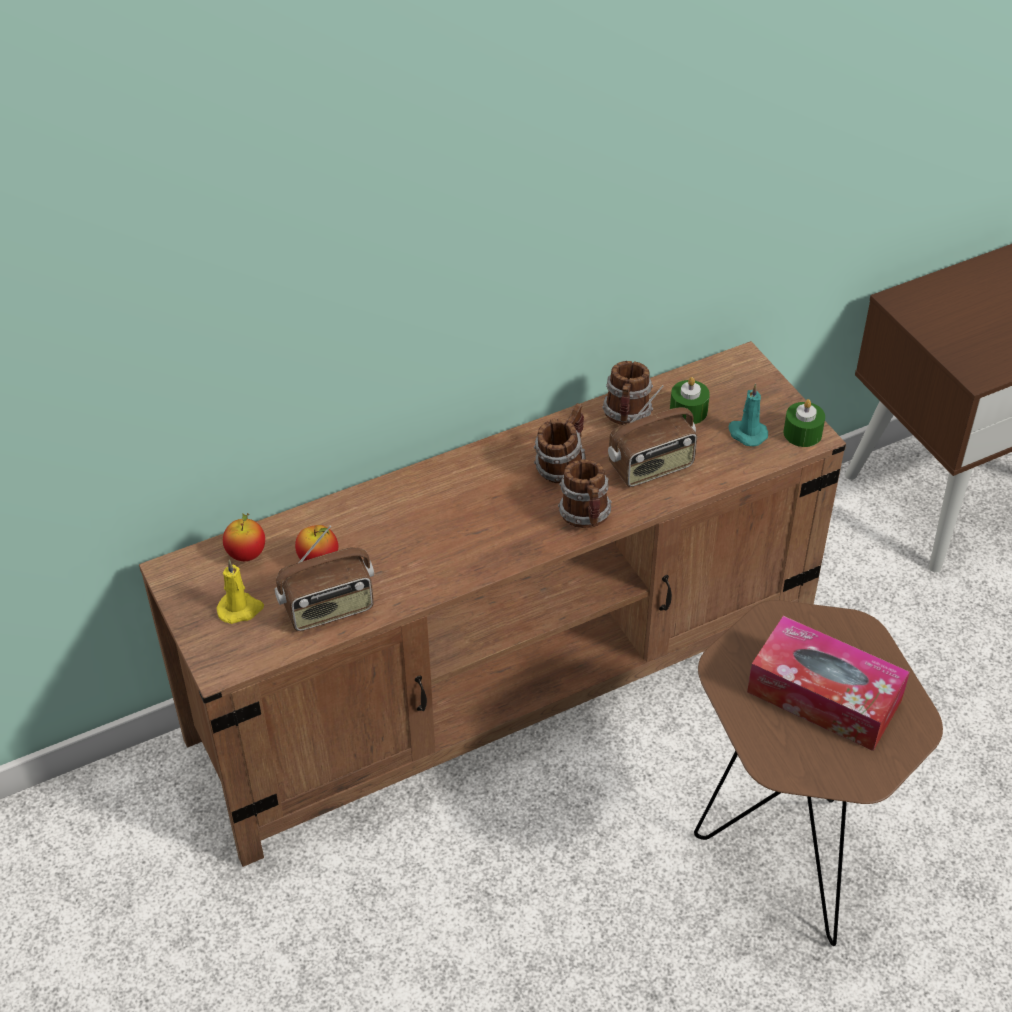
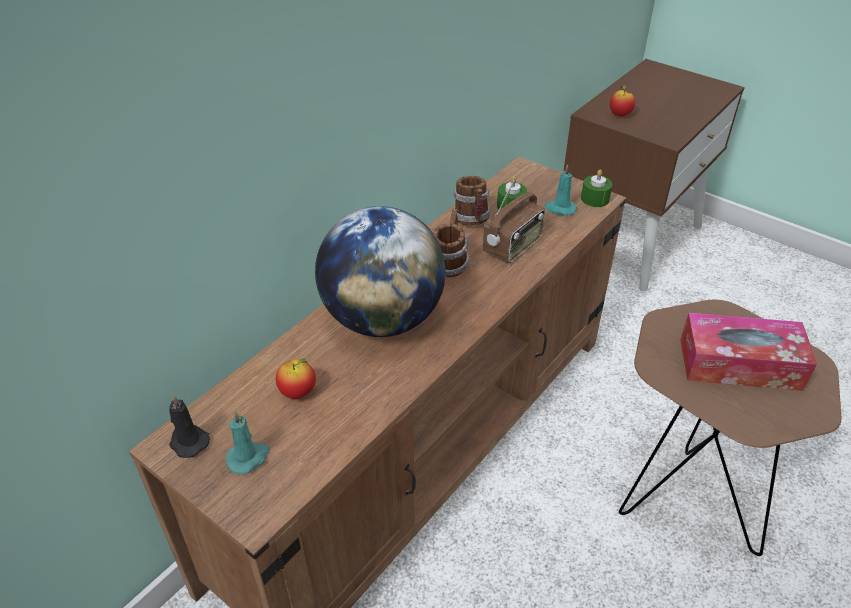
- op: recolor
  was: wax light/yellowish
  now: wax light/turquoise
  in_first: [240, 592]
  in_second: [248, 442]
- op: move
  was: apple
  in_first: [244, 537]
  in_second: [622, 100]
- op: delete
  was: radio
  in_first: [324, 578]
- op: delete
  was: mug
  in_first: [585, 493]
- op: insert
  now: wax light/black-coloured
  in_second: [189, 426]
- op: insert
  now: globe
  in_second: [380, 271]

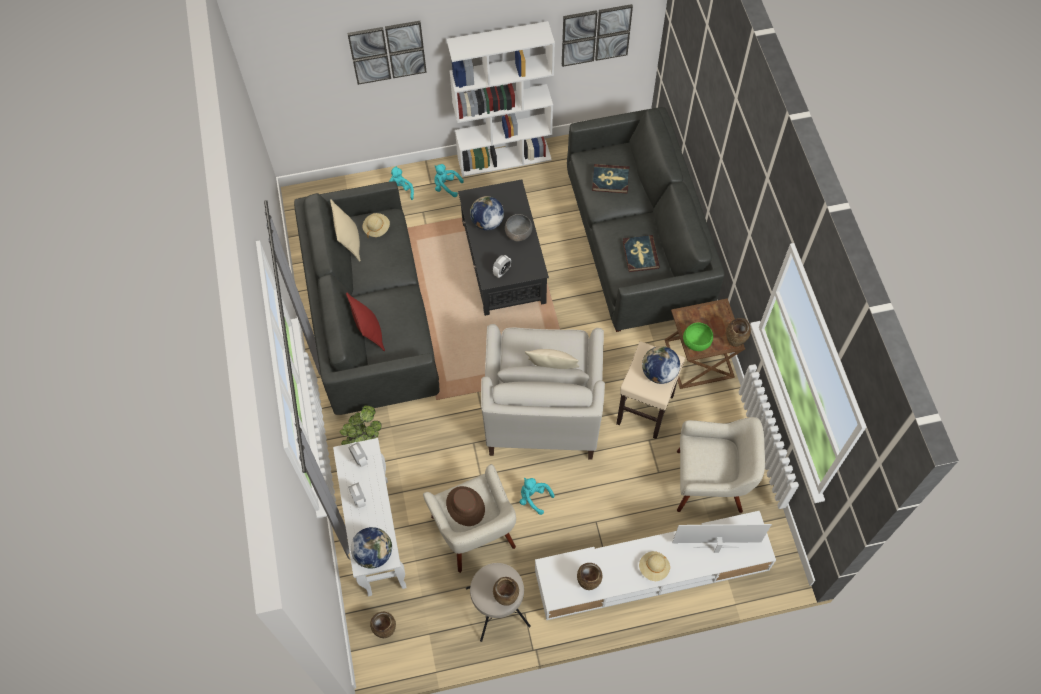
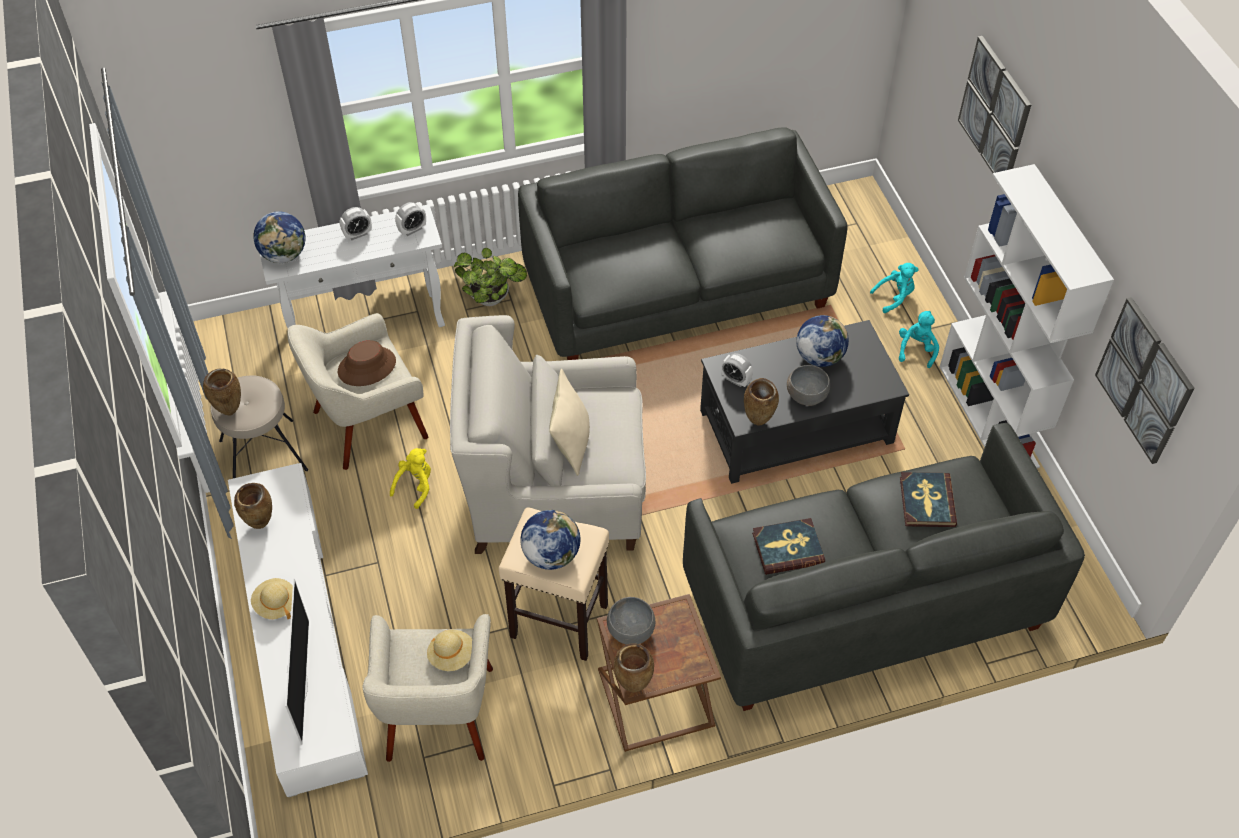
- op: delete
  was: pillow/beige
  in_first: [345, 230]
- op: delete
  was: pillow/red-coloured
  in_first: [365, 321]
- op: move
  was: clothing hat/beige
  in_first: [376, 225]
  in_second: [449, 650]
- op: move
  was: flower vase/brownish
  in_first: [383, 625]
  in_second: [761, 401]
- op: recolor
  was: soft toy/turquoise
  now: soft toy/yellowish
  in_first: [537, 496]
  in_second: [410, 478]
- op: recolor
  was: bowl/greenish
  now: bowl/grey
  in_first: [698, 337]
  in_second: [631, 621]

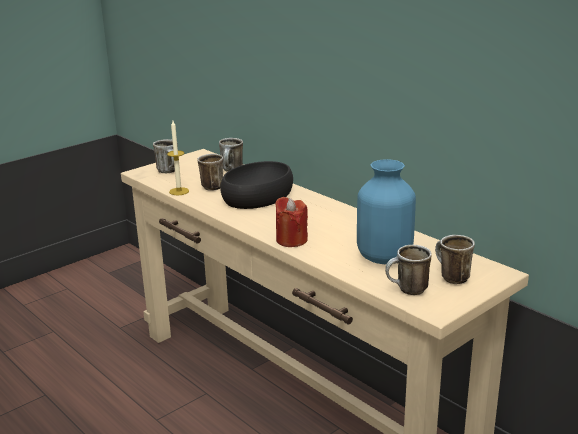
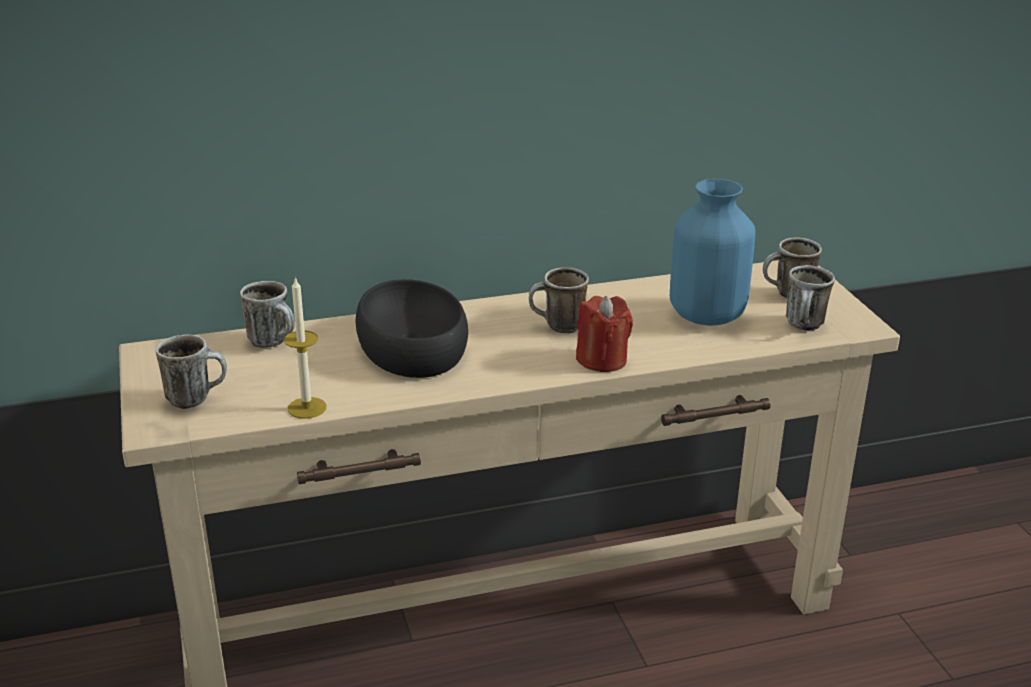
- op: move
  was: mug
  in_first: [210, 172]
  in_second: [559, 300]

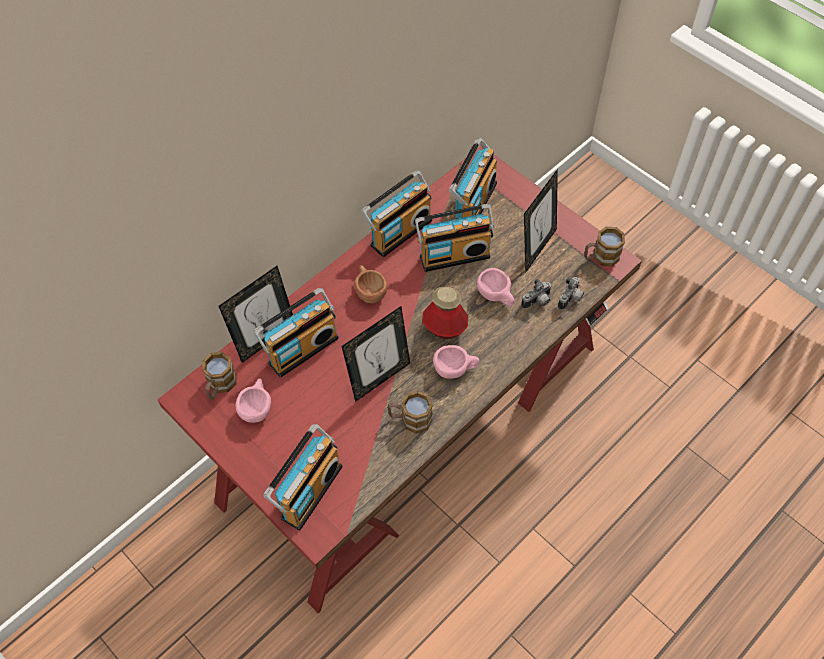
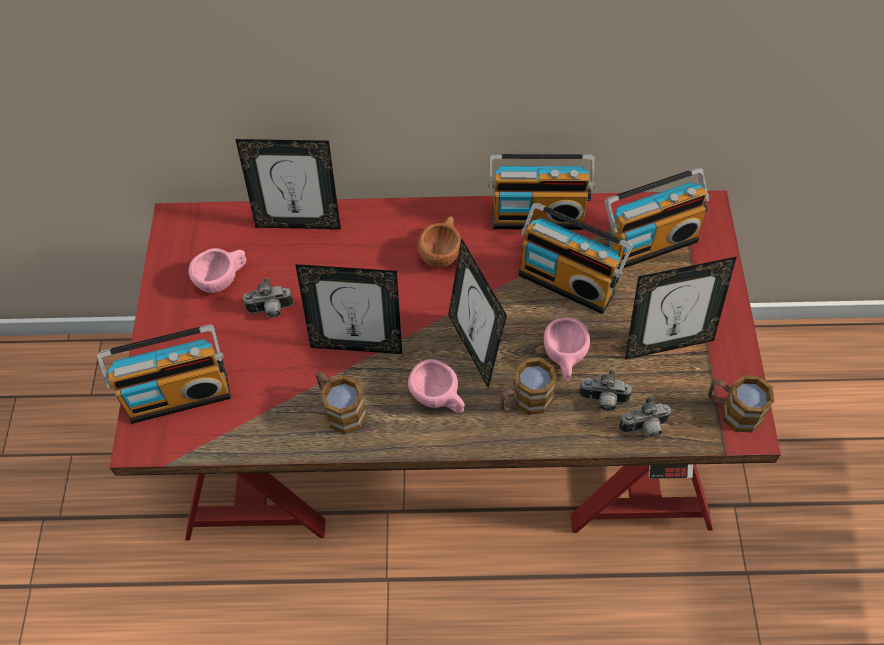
- op: move
  was: mug
  in_first: [219, 375]
  in_second: [528, 386]
- op: delete
  was: radio
  in_first: [296, 333]
- op: replace
  was: bottle
  now: picture frame
  in_first: [445, 313]
  in_second: [477, 313]
- op: insert
  now: still camera
  in_second: [268, 298]

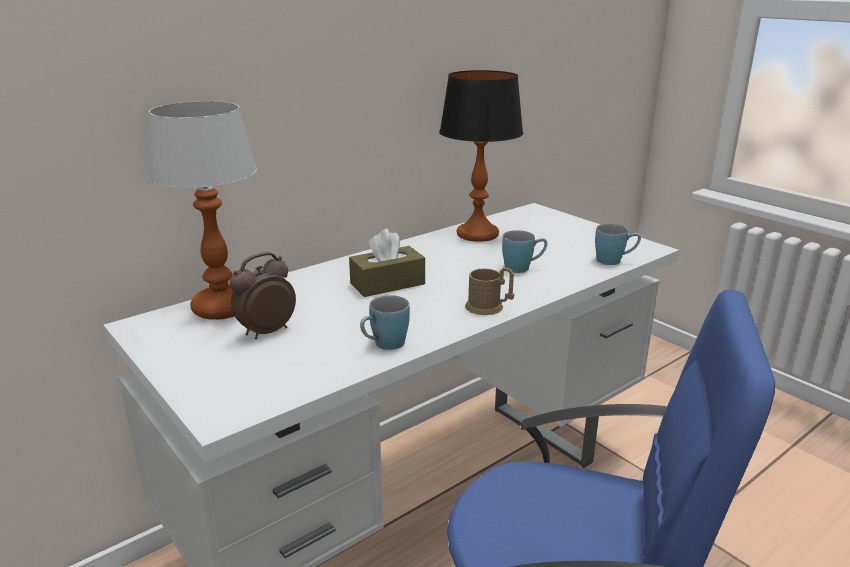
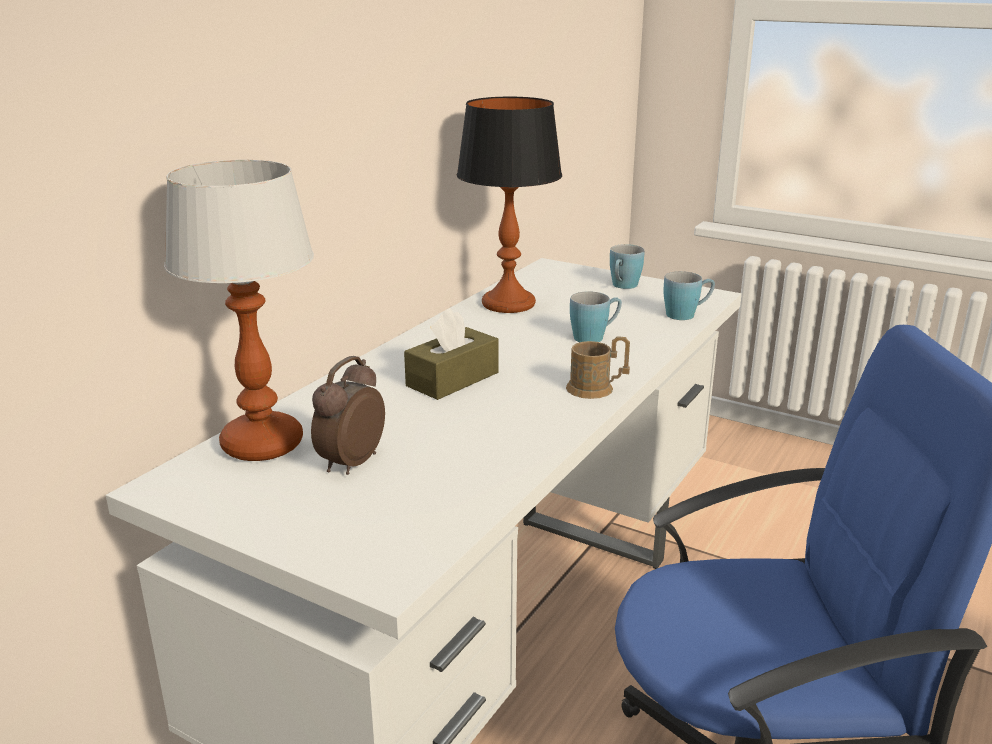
- op: move
  was: mug/blue-coloured
  in_first: [385, 322]
  in_second: [627, 266]

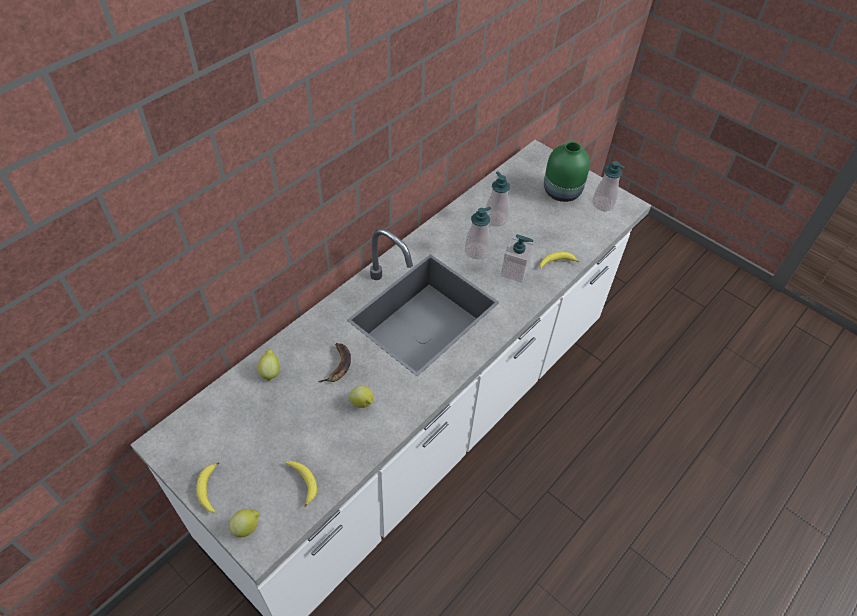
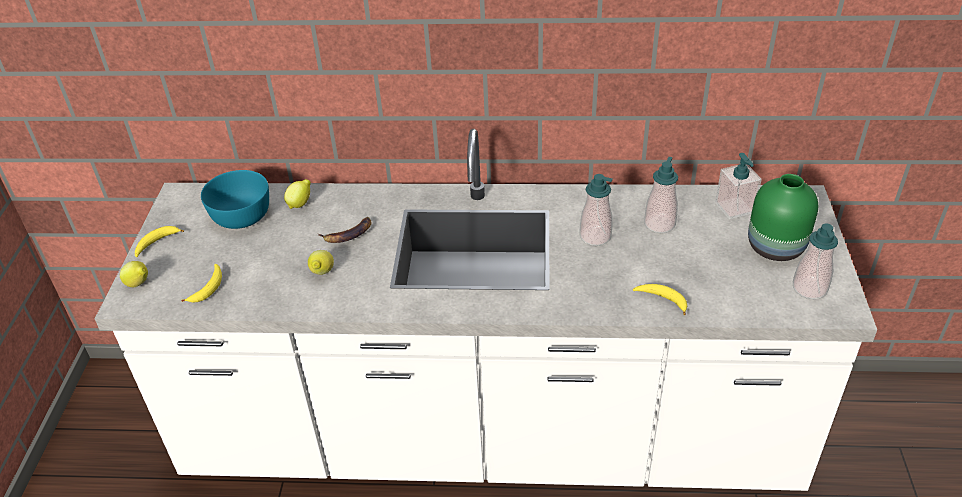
- op: move
  was: soap bottle
  in_first: [517, 258]
  in_second: [738, 186]
- op: insert
  now: bowl/turquoise
  in_second: [235, 199]

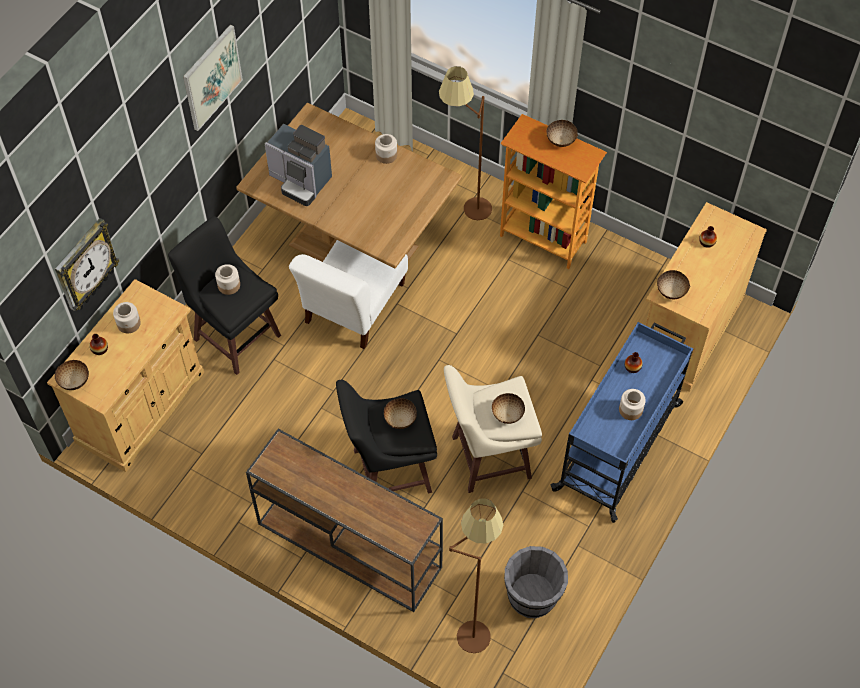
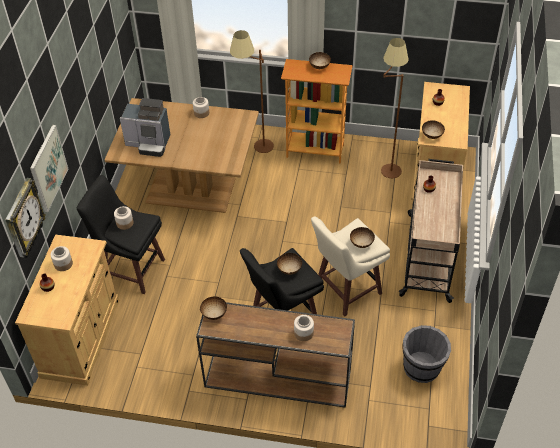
- op: move
  was: bowl
  in_first: [71, 375]
  in_second: [213, 308]
- op: move
  was: wall picture
  in_first: [213, 78]
  in_second: [49, 168]
- op: delete
  was: upright chair/white-coloured
  in_first: [348, 294]
- op: move
  was: floor lamp/brownish
  in_first: [476, 575]
  in_second: [395, 108]
- op: recolor
  was: trolley/blue-coloured
  now: trolley/beige
  in_first: [621, 422]
  in_second: [431, 231]
- op: move
  was: jar
  in_first: [632, 404]
  in_second: [304, 328]

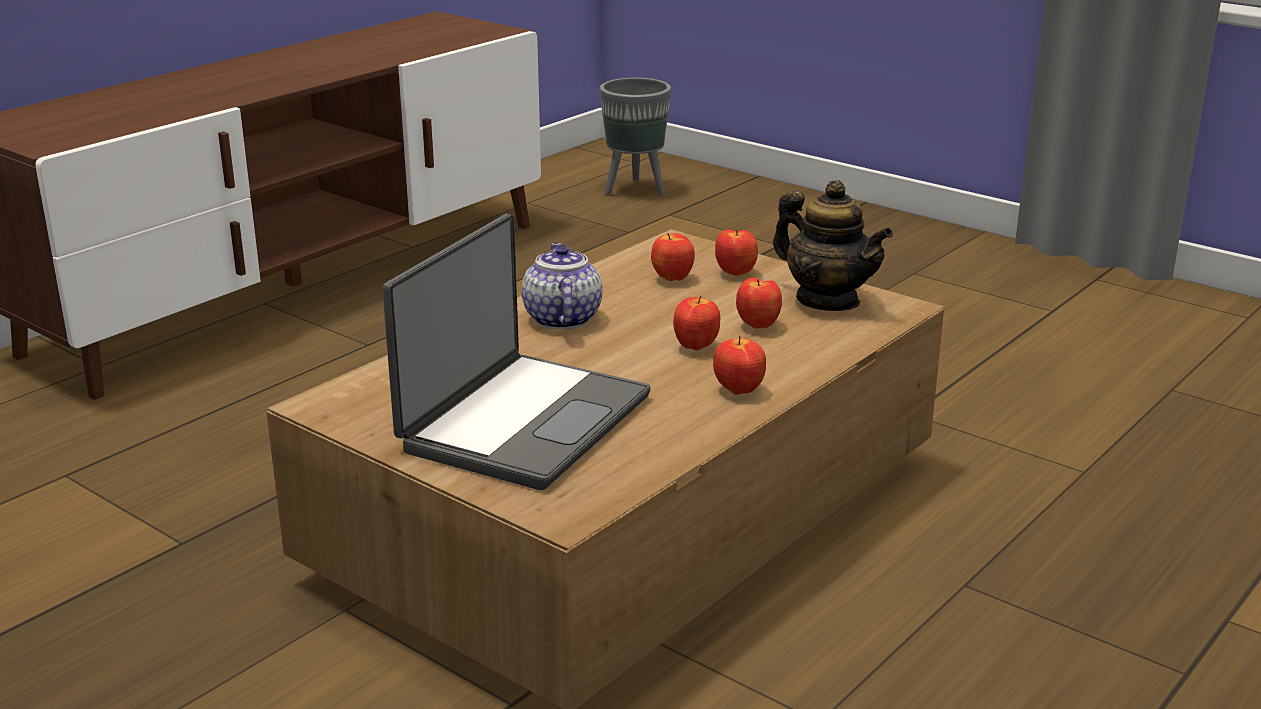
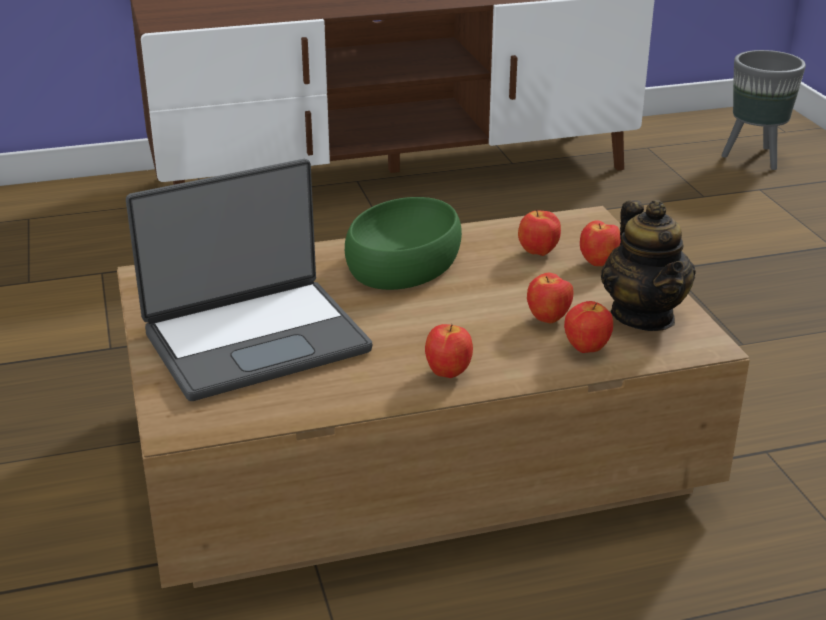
- op: replace
  was: tea pot
  now: bowl/greenish
  in_first: [562, 285]
  in_second: [403, 243]
- op: move
  was: apple
  in_first: [696, 322]
  in_second: [588, 327]

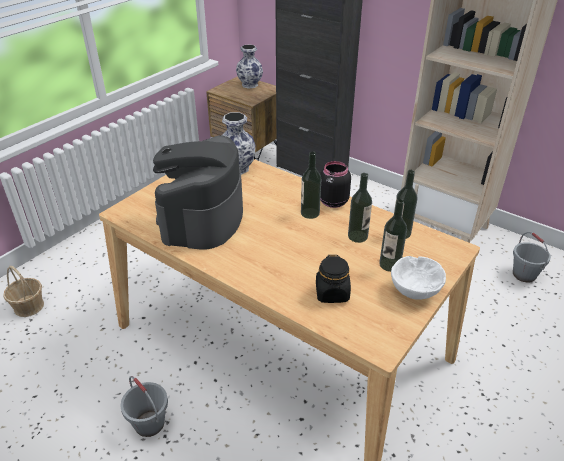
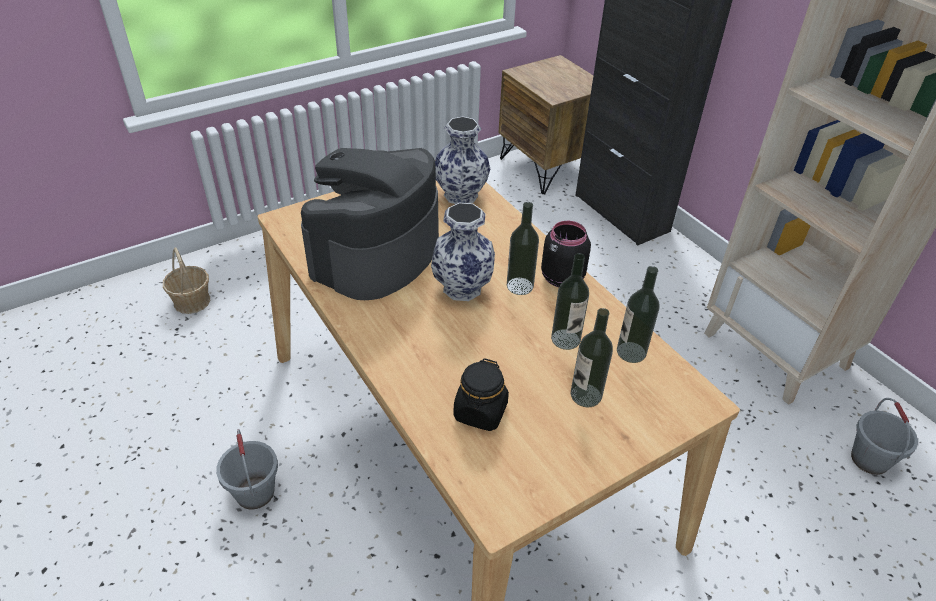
- op: move
  was: flower vase
  in_first: [249, 66]
  in_second: [463, 252]
- op: delete
  was: bowl/white-coloured
  in_first: [418, 278]

